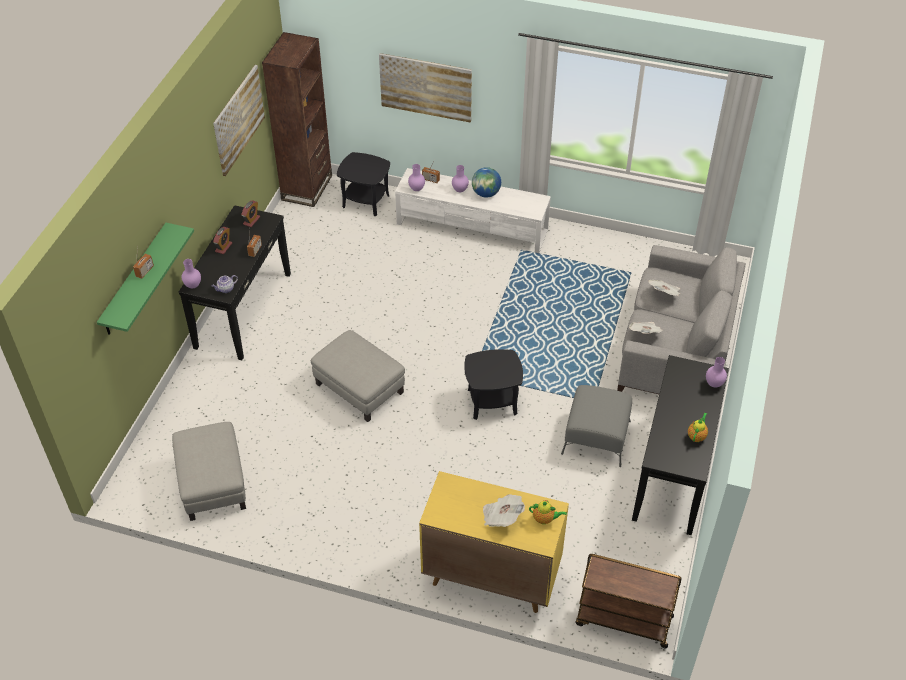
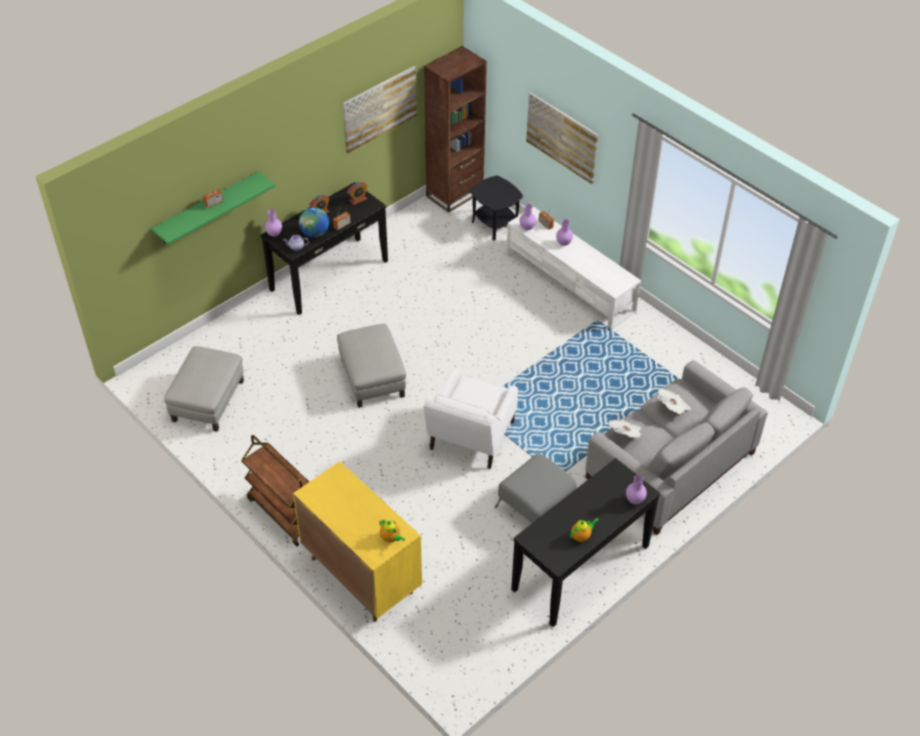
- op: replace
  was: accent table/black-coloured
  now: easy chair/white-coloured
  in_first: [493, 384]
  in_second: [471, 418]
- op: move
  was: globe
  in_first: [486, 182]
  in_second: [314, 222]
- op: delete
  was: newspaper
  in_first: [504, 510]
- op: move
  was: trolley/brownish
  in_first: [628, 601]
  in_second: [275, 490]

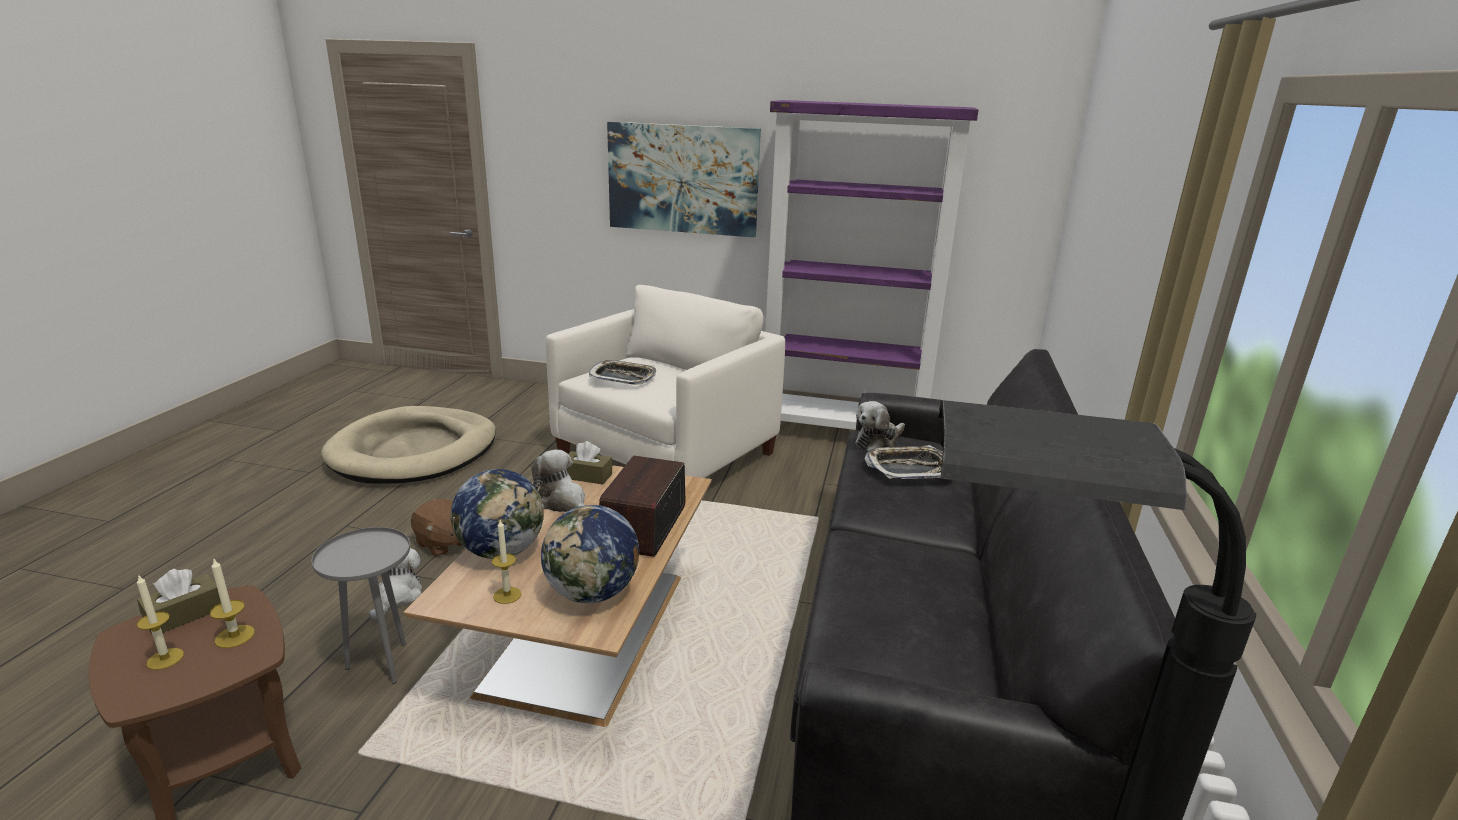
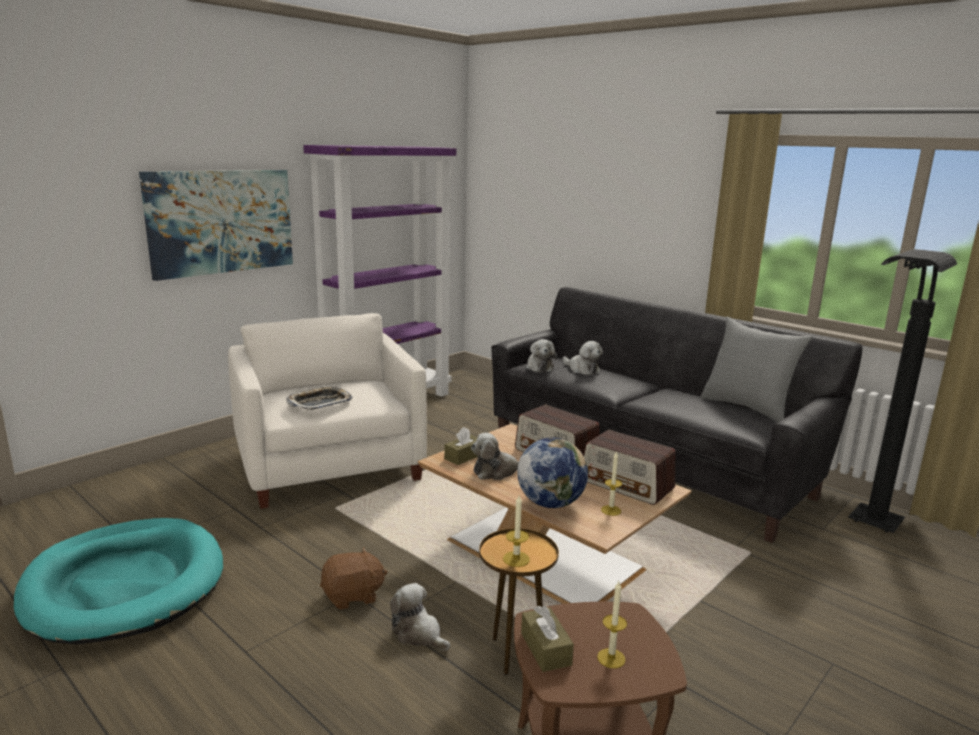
- op: move
  was: wax light
  in_first: [232, 603]
  in_second: [516, 531]
- op: recolor
  was: accent table/grey
  now: accent table/brownish
  in_first: [361, 605]
  in_second: [519, 601]
- op: recolor
  was: dog bed/beige
  now: dog bed/turquoise
  in_first: [408, 445]
  in_second: [118, 581]
- op: replace
  was: globe
  now: radio
  in_first: [590, 554]
  in_second: [629, 467]
- op: replace
  was: carrying tray
  now: soft toy
  in_first: [904, 462]
  in_second: [583, 358]
- op: insert
  now: pillow/grey
  in_second: [756, 369]

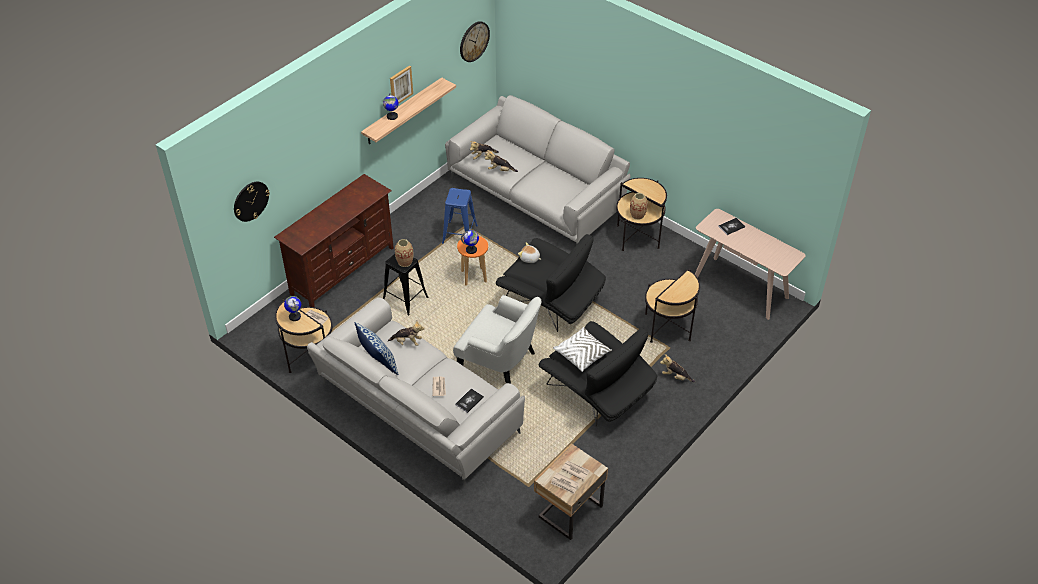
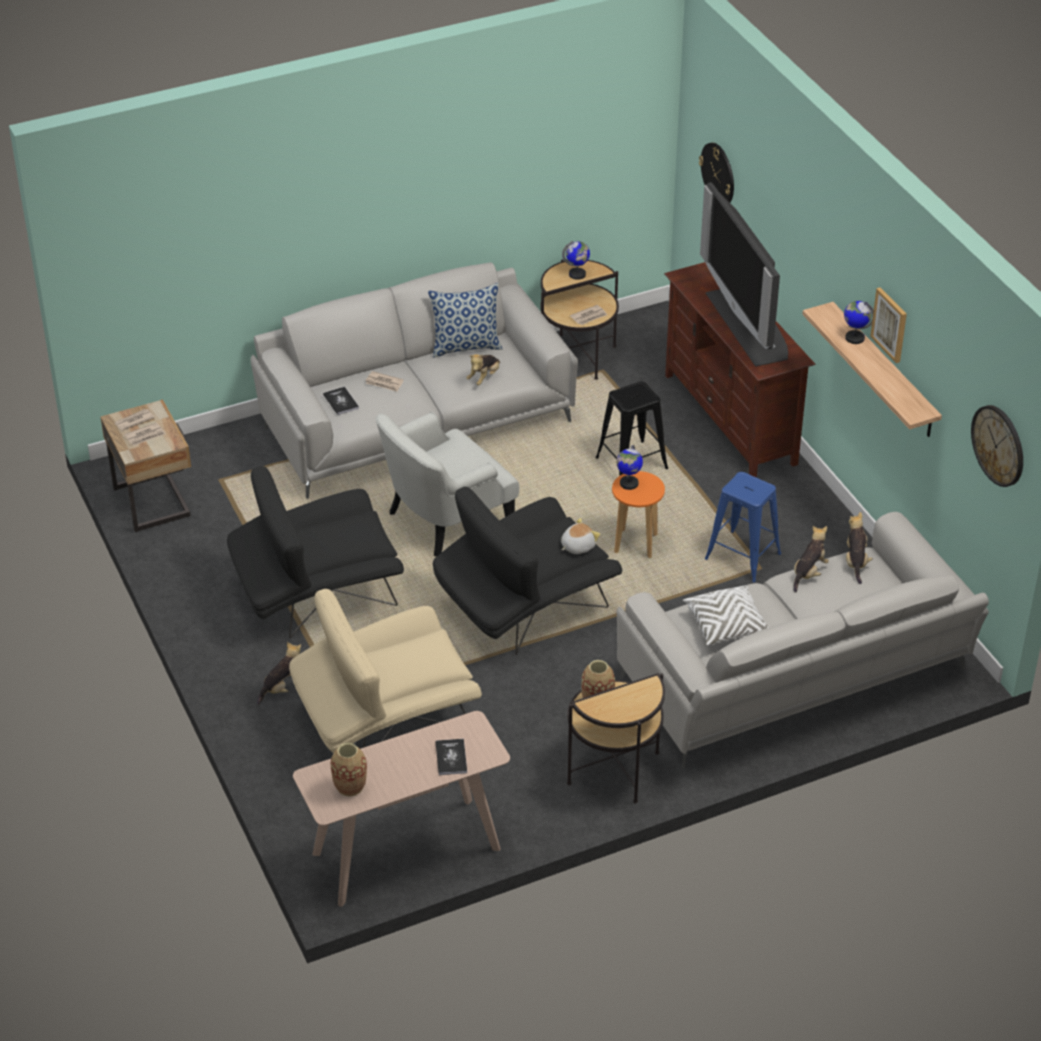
- op: move
  was: flower vase
  in_first: [404, 253]
  in_second: [348, 770]
- op: move
  was: pillow/white-coloured
  in_first: [582, 349]
  in_second: [726, 615]
- op: replace
  was: accent table
  now: easy chair/beige
  in_first: [672, 306]
  in_second: [385, 671]
- op: insert
  now: television
  in_second: [744, 274]

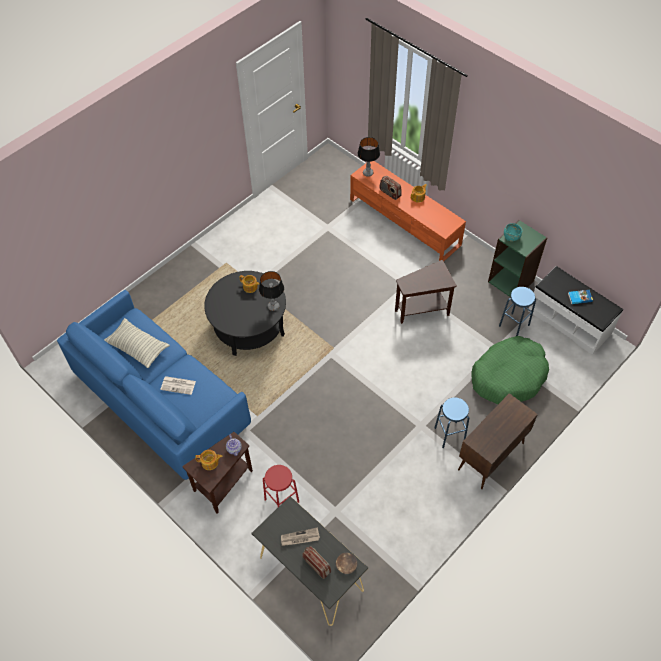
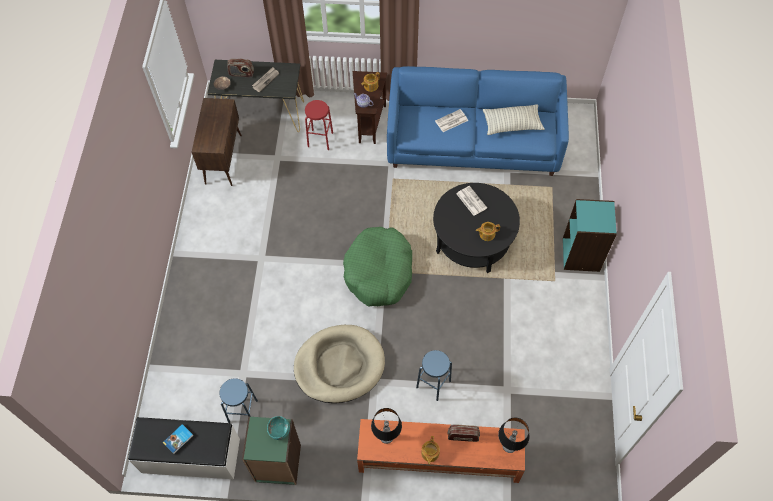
- op: move
  was: lamp for a table
  in_first: [271, 291]
  in_second: [386, 426]
- op: replace
  was: accent table/brownish
  now: dog bed/beige
  in_first: [426, 292]
  in_second: [339, 364]
- op: move
  was: stool seat/blue-coloured
  in_first: [451, 423]
  in_second: [434, 375]
- op: move
  was: cabinet/brownish
  in_first: [498, 441]
  in_second: [217, 142]
- op: move
  was: dog bed/greenish
  in_first: [510, 370]
  in_second: [377, 266]
- op: insert
  now: newspaper
  in_second: [472, 201]
- op: insert
  now: bookshelf/turquoise
  in_second: [590, 235]

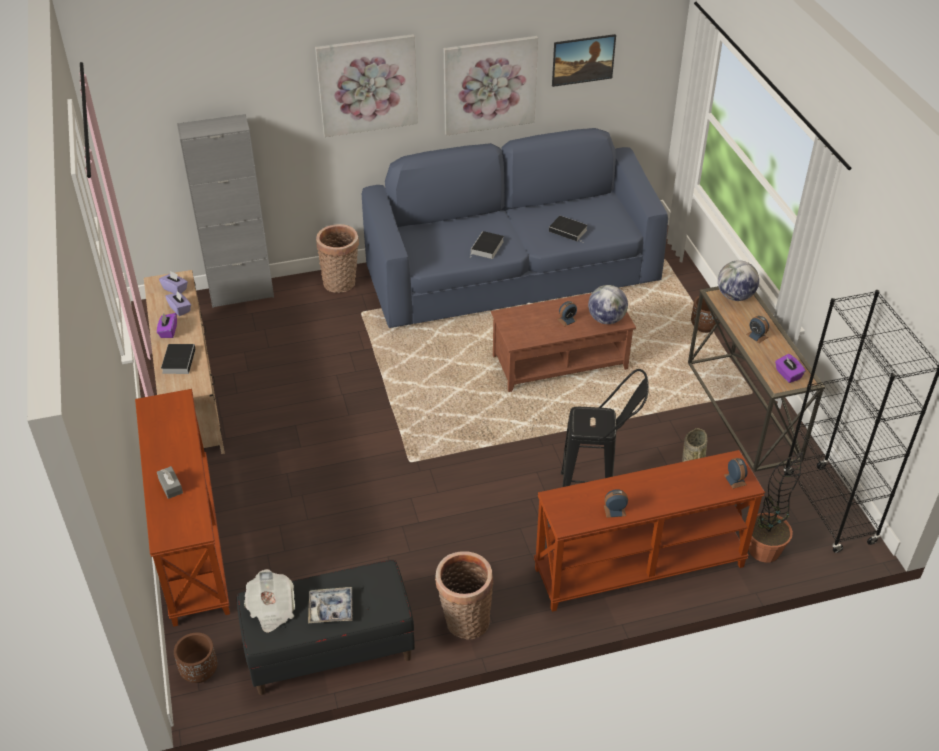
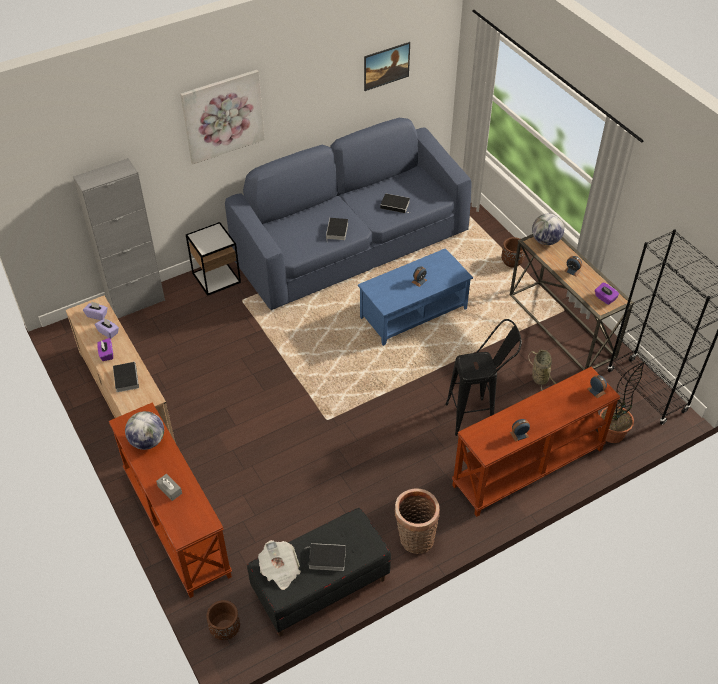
- op: replace
  was: carrying tray
  now: bound book
  in_first: [330, 605]
  in_second: [325, 557]
- op: replace
  was: household basket
  now: accent table
  in_first: [337, 258]
  in_second: [213, 259]
- op: delete
  was: wall picture
  in_first: [491, 86]
- op: recolor
  was: coffee table/brownish
  now: coffee table/blue-coloured
  in_first: [563, 342]
  in_second: [415, 297]
- op: move
  was: globe
  in_first: [608, 304]
  in_second: [144, 430]

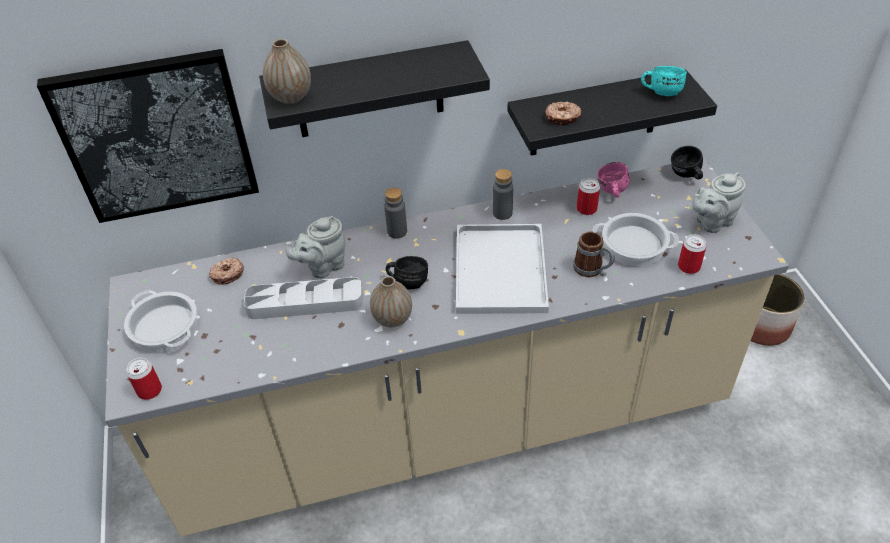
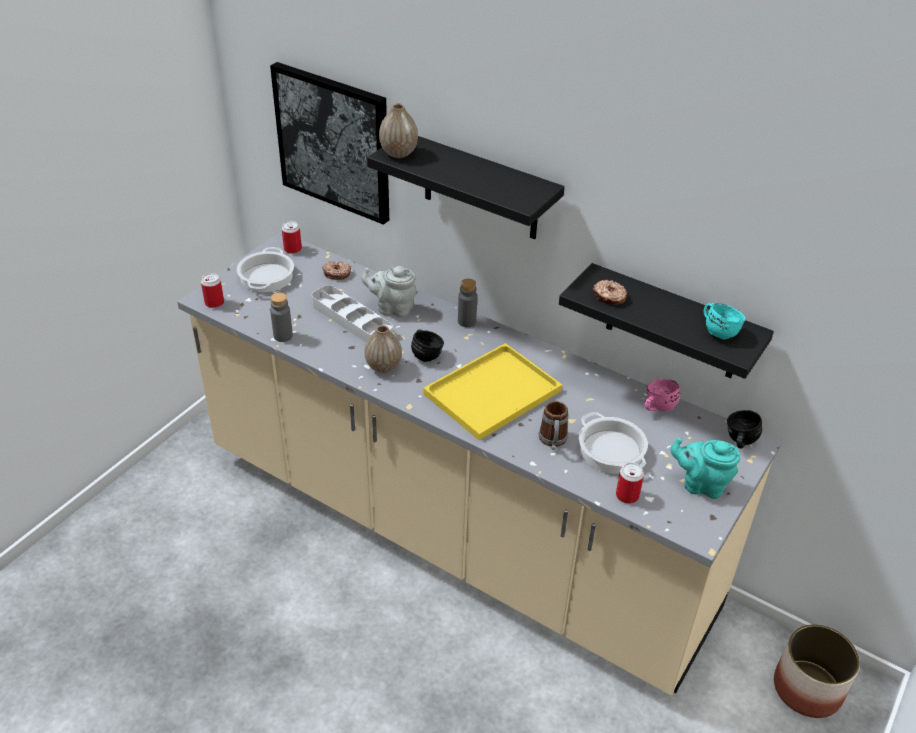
- op: recolor
  was: carrying tray/white-coloured
  now: carrying tray/yellowish
  in_first: [502, 269]
  in_second: [492, 391]
- op: move
  was: bottle/grey
  in_first: [503, 194]
  in_second: [281, 317]
- op: move
  was: sealed can
  in_first: [588, 196]
  in_second: [292, 237]
- op: recolor
  was: tea pot/grey
  now: tea pot/turquoise
  in_first: [719, 203]
  in_second: [705, 468]

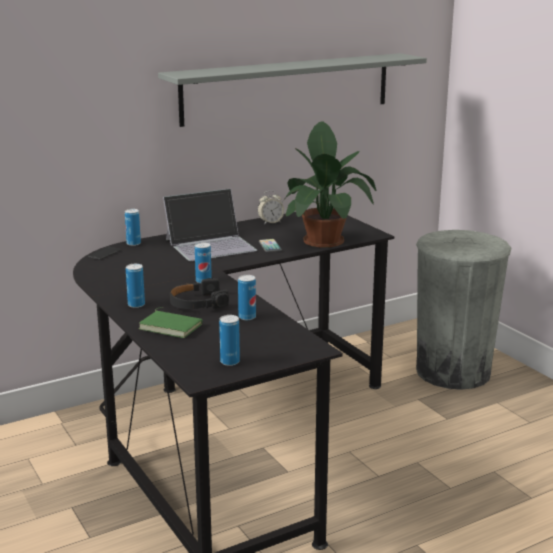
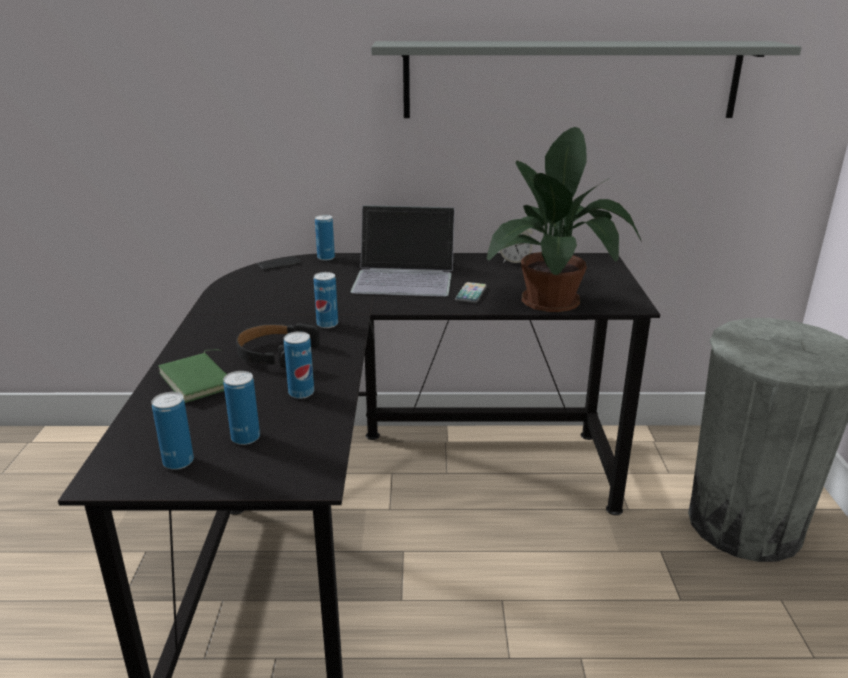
- op: move
  was: sealed can
  in_first: [135, 286]
  in_second: [241, 408]

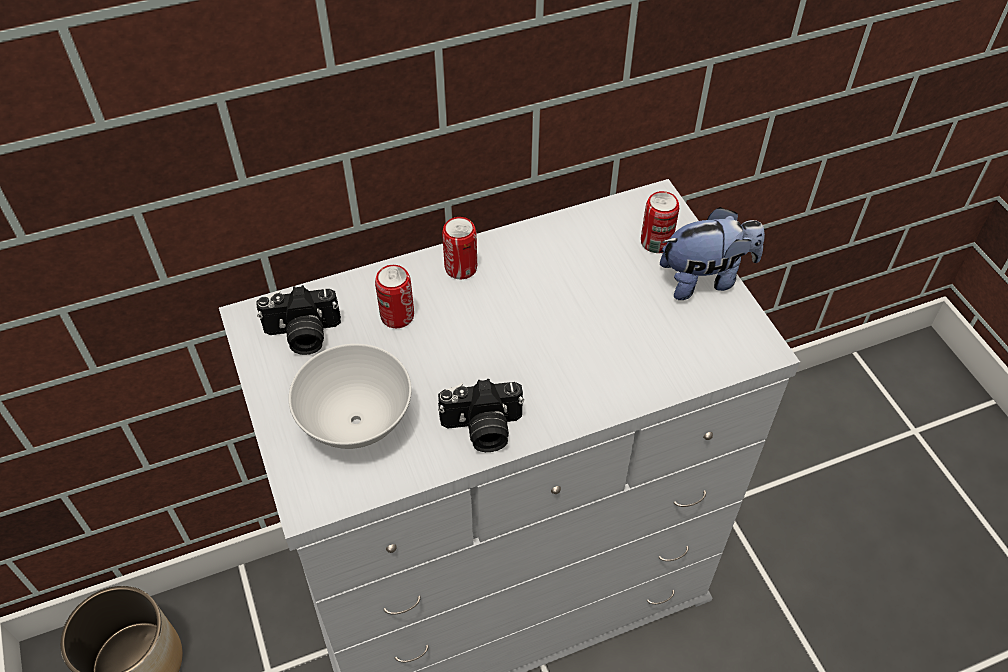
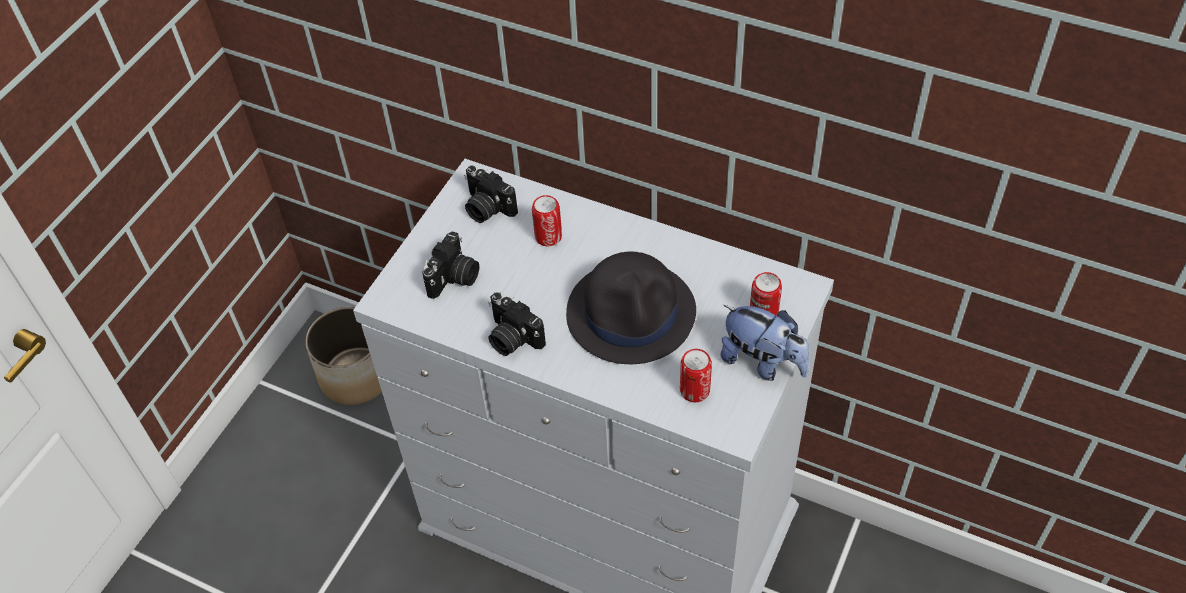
- op: replace
  was: bowl/white-coloured
  now: still camera
  in_first: [350, 396]
  in_second: [450, 265]
- op: move
  was: sealed can
  in_first: [459, 248]
  in_second: [696, 375]
- op: insert
  now: clothing hat/black-coloured
  in_second: [631, 308]

